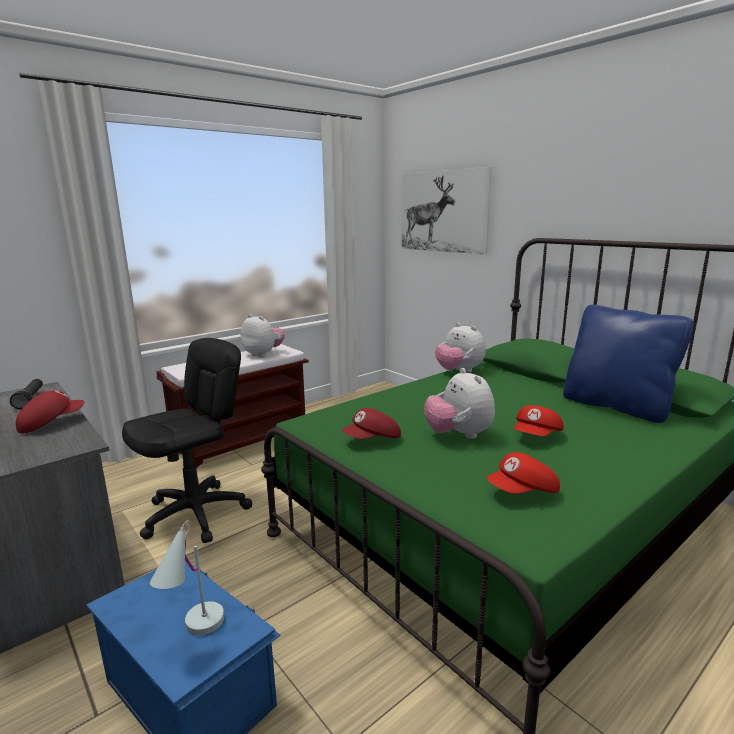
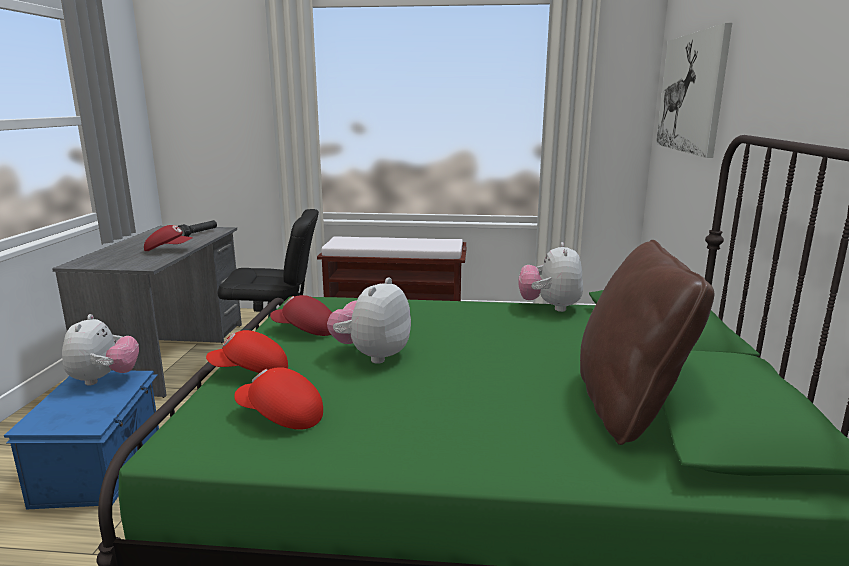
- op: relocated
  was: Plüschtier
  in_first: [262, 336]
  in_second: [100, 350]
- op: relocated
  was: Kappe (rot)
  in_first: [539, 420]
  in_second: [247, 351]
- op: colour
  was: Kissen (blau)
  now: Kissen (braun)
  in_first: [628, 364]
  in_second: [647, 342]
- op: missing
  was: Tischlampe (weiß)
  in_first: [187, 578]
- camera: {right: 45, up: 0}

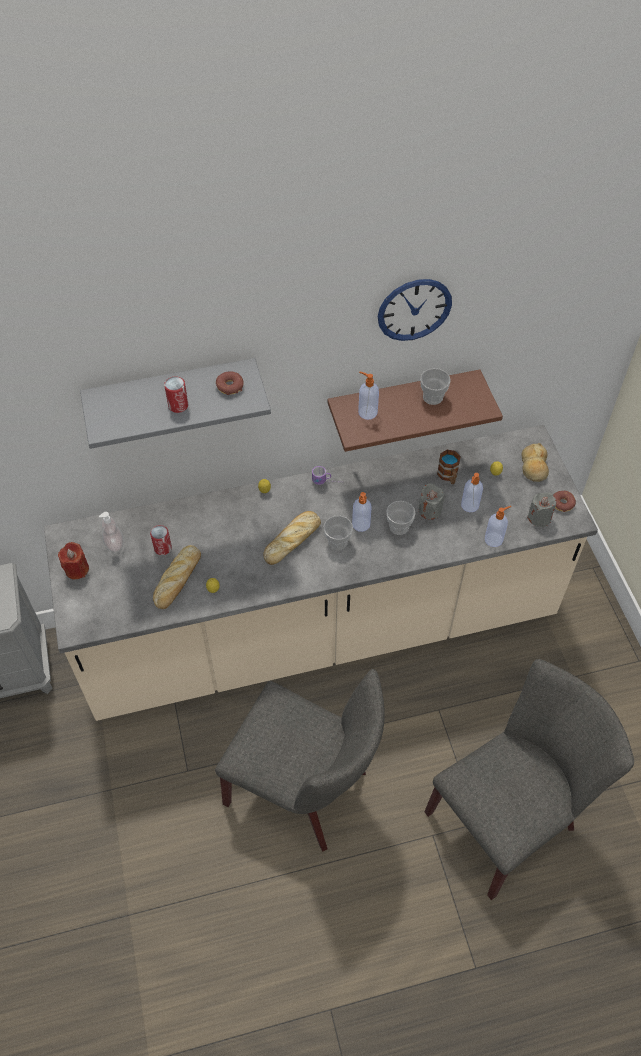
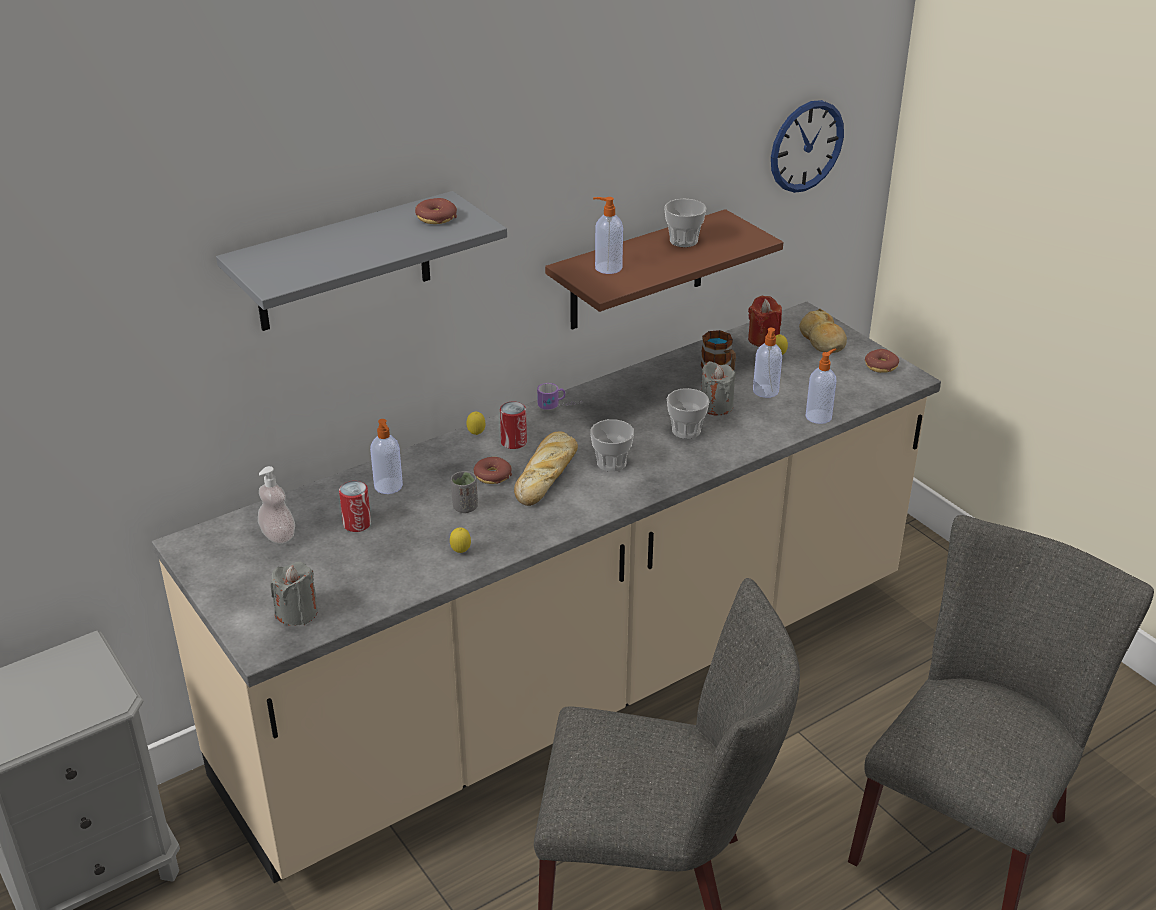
- op: relocated
  was: Kerze (grau)
  in_first: [541, 510]
  in_second: [294, 594]
- op: relocated
  was: Seifenspender
  in_first: [362, 512]
  in_second: [386, 456]
- op: appeared
  now: Tasse (grau)
  in_second: [464, 492]
- op: appeared
  now: Donut
  in_second: [493, 470]
- op: relocated
  was: Dose
  in_first: [176, 395]
  in_second: [513, 425]
- op: relocated
  was: Kerze (rot)
  in_first: [73, 560]
  in_second: [765, 321]
- op: relocated
  was: Wanduhr
  in_first: [414, 310]
  in_second: [807, 146]
- op: missing
  was: Brot
  in_first: [177, 577]
- camera: {right: -20, up: -20}

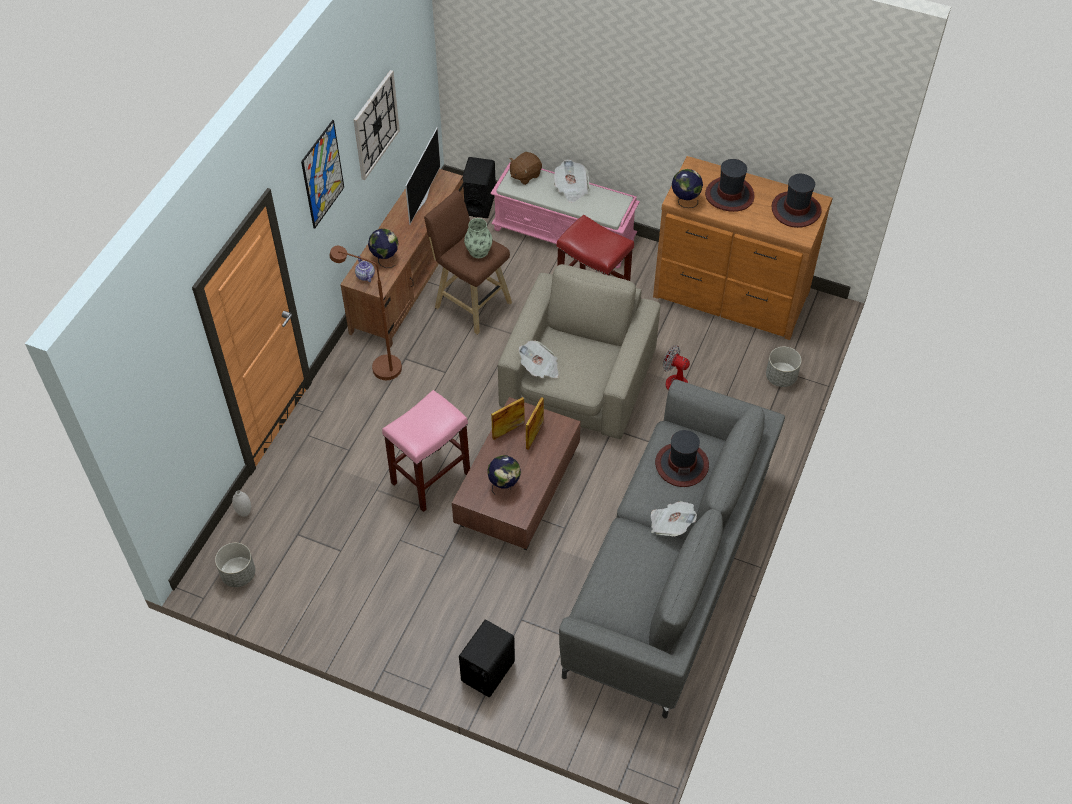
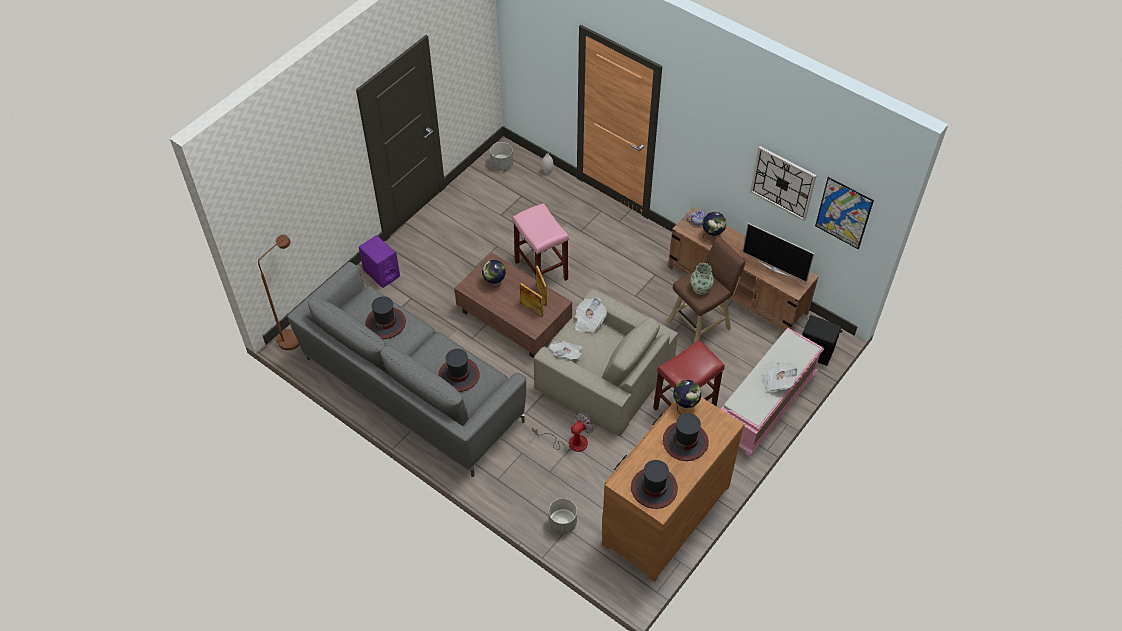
- op: relocated
  was: Stehlampe (braun)
  in_first: [366, 313]
  in_second: [278, 293]
- op: colour
  was: Lautsprecher (schwarz)
  now: Lautsprecher (lila)
  in_first: [487, 658]
  in_second: [379, 261]
- op: appeared
  now: Hut
  in_second: [386, 317]
- op: relocated
  was: Zeitung
  in_first: [674, 518]
  in_second: [566, 350]
- op: relocated
  was: Bild
  in_first: [322, 174]
  in_second: [844, 213]
- op: missing
  was: Plüschtier (braun)
  in_first: [526, 168]
- camera: {right: 105, up: 0}

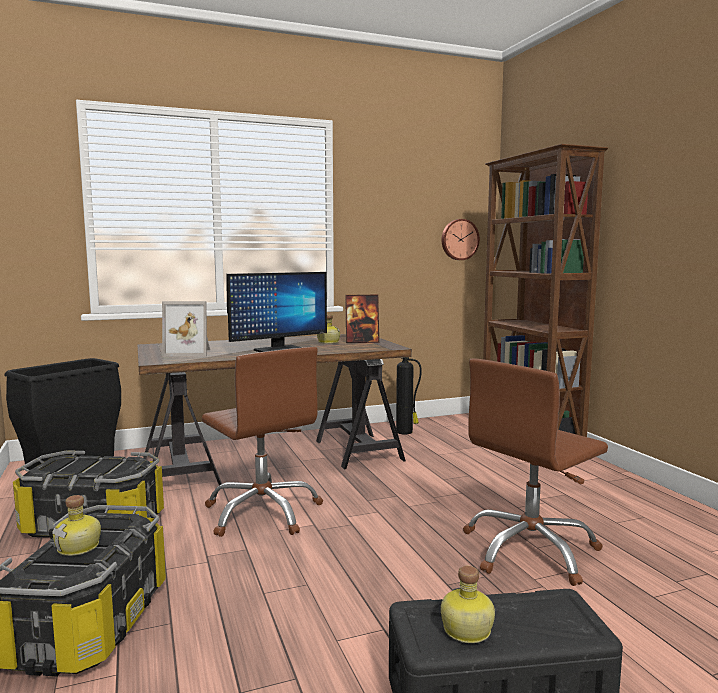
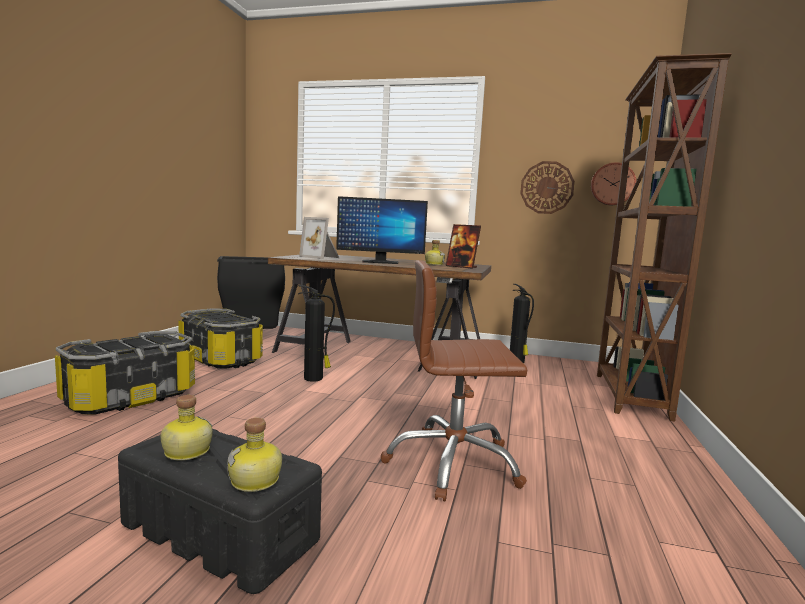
- op: relocated
  was: Flasche
  in_first: [76, 525]
  in_second: [254, 455]
- op: exchanged
  was: Bürostuhl (braun)
  now: Feuerlöscher
  in_first: [262, 442]
  in_second: [316, 333]
- op: appeared
  now: Wanduhr
  in_second: [547, 187]
- camera: {right: 35, up: 0}

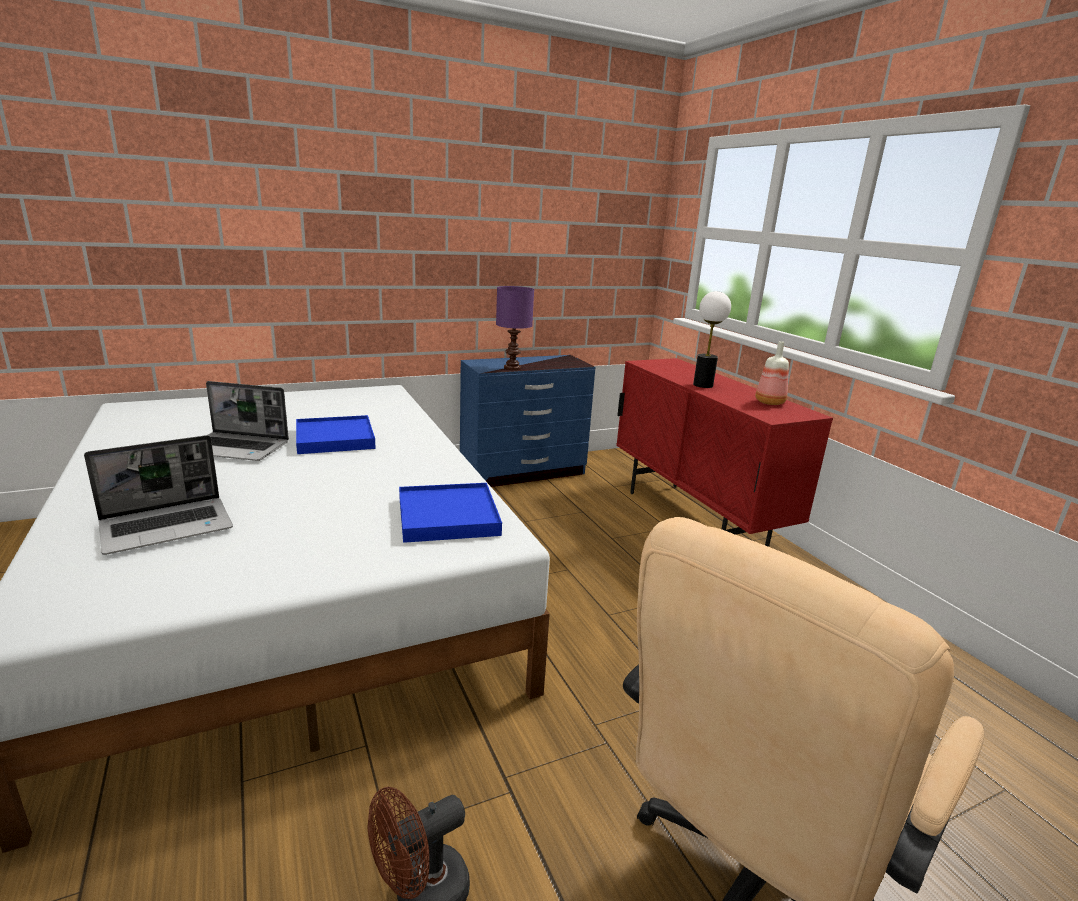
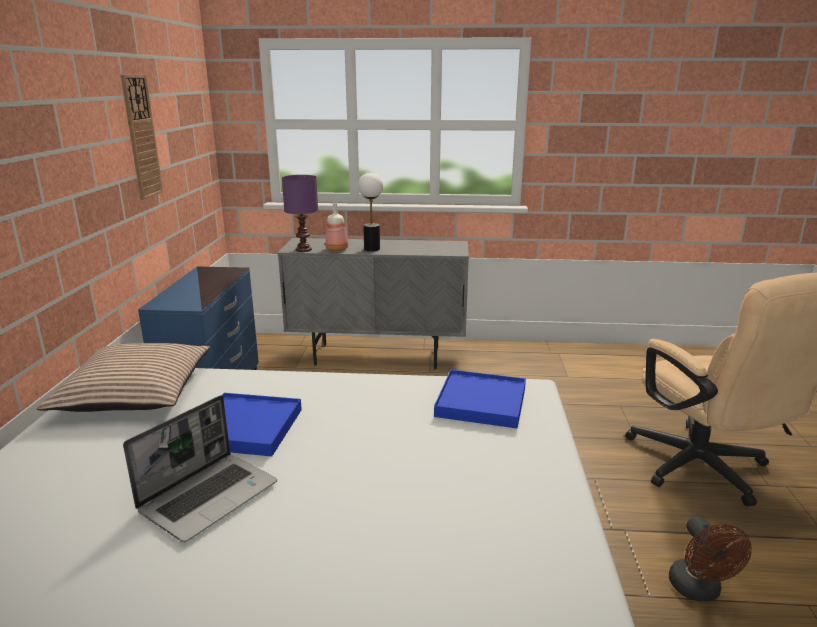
- op: appeared
  now: Kissen
  in_second: [123, 377]
- op: appeared
  now: Wanduhr
  in_second: [142, 137]
- op: colour
  was: Schrank (rot)
  now: Schrank (grau)
  in_first: [724, 452]
  in_second: [373, 303]
- op: relocated
  was: Tischlampe (lila)
  in_first: [515, 328]
  in_second: [300, 213]
- op: relocated
  was: Flasche
  in_first: [772, 373]
  in_second: [336, 227]
- op: missing
  was: Laptop
  in_first: [158, 495]
- camera: {right: -60, up: 0}

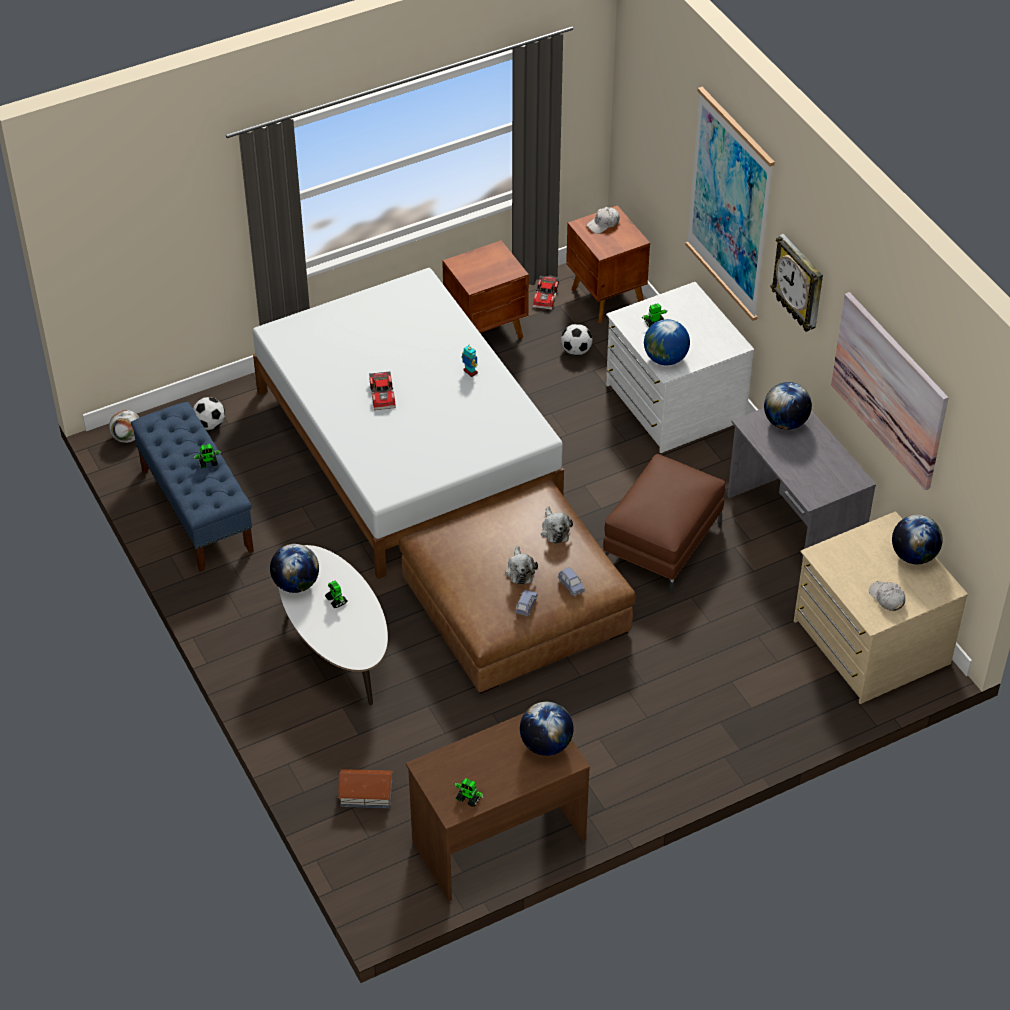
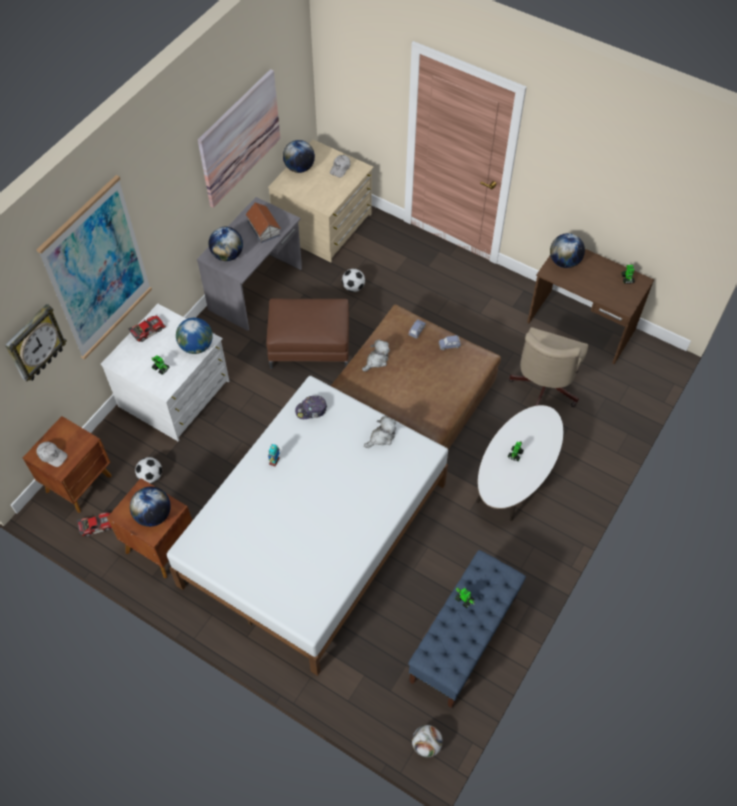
- op: relocated
  was: Wanduhr
  in_first: [796, 283]
  in_second: [36, 342]
- op: relocated
  was: Spielzeugauto
  in_first: [382, 391]
  in_second: [147, 328]
- op: relocated
  was: Globus
  in_first: [294, 568]
  in_second: [150, 507]
- op: relocated
  was: Spielzeughaus
  in_first: [365, 788]
  in_second: [263, 222]
- op: appeared
  now: Kappe
  in_second: [311, 407]
- op: relocated
  was: Fußball
  in_first: [209, 413]
  in_second: [353, 280]
- op: relocated
  was: Plüschtier
  in_first: [521, 565]
  in_second: [380, 432]
- op: appeared
  now: Bürostuhl (beige)
  in_second: [548, 367]
- camera: {right: -120, up: 10}

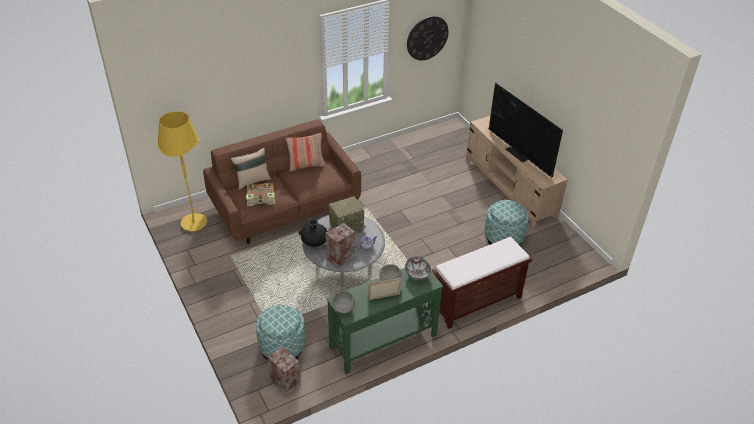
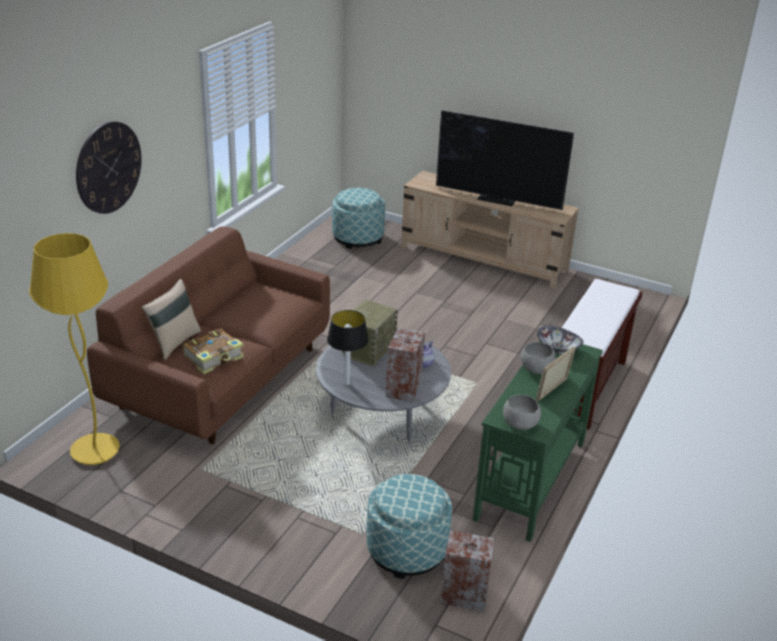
- op: relocated
  was: Wanduhr
  in_first: [428, 38]
  in_second: [109, 167]
- op: exchanged
  was: Vase (schwarz)
  now: Tischlampe
  in_first: [313, 233]
  in_second: [348, 348]
- op: relocated
  was: Polsterhocker
  in_first: [507, 222]
  in_second: [358, 218]
- op: missing
  was: Kissen
  in_first: [305, 152]
- camera: {right: -35, up: -10}

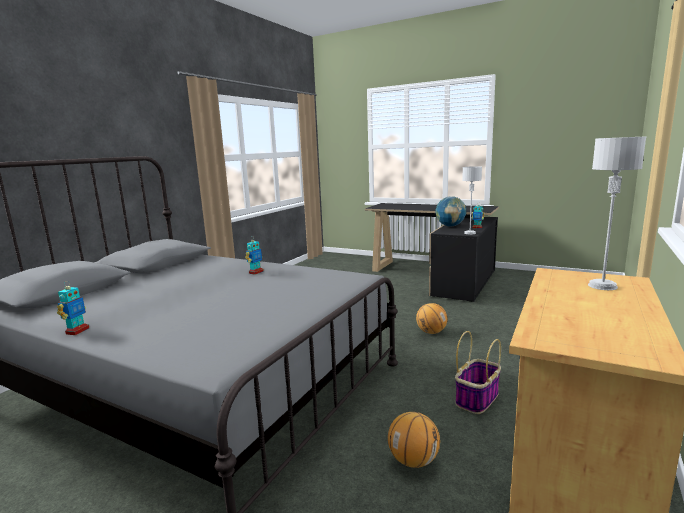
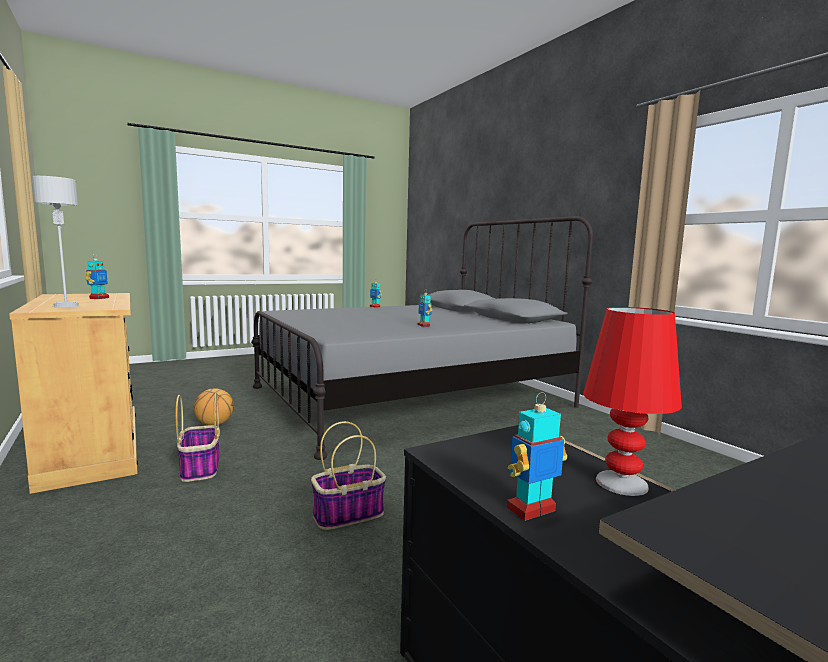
- op: appeared
  now: Spielzeugroboter
  in_second: [97, 276]
- op: exchanged
  was: Basketball
  now: Korb
  in_first: [431, 318]
  in_second: [348, 475]
- op: exchanged
  was: Globus
  now: Tischlampe (rot)
  in_first: [451, 211]
  in_second: [632, 401]
- op: missing
  was: Tischlampe (grau)
  in_first: [472, 200]
- camera: {right: 120, up: -5}

